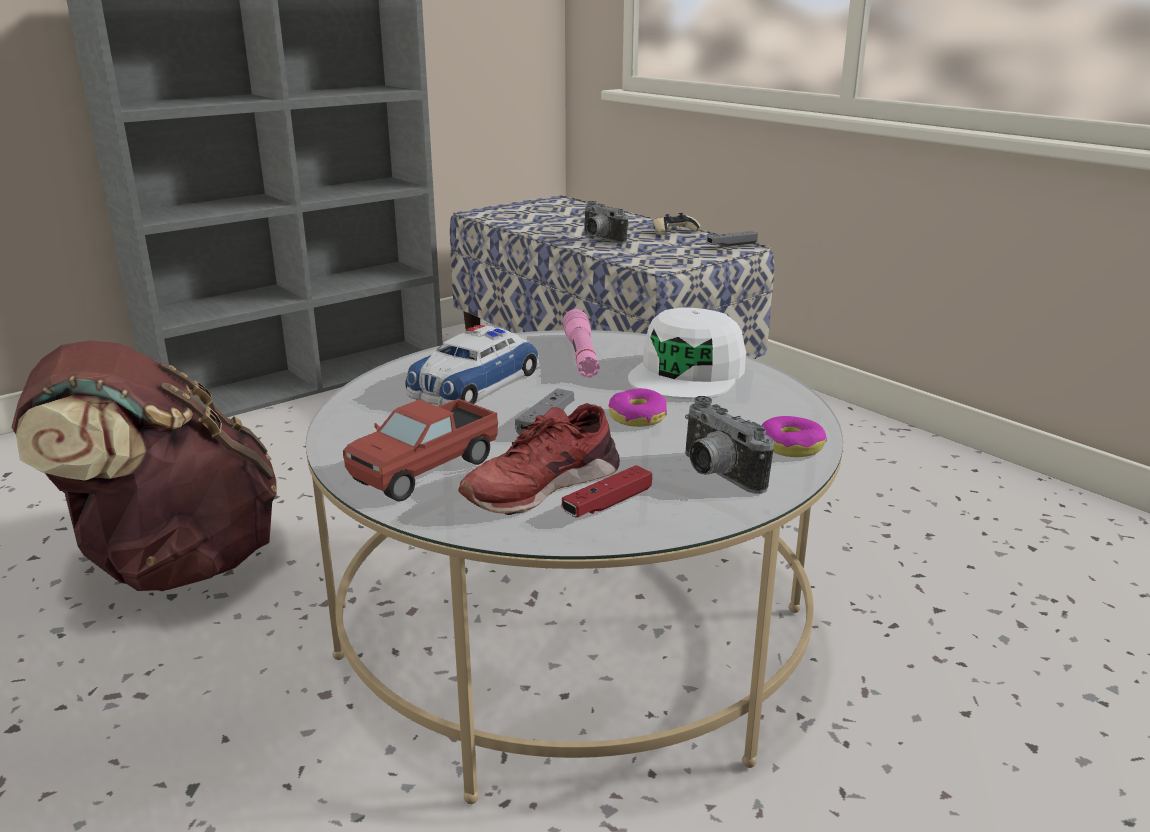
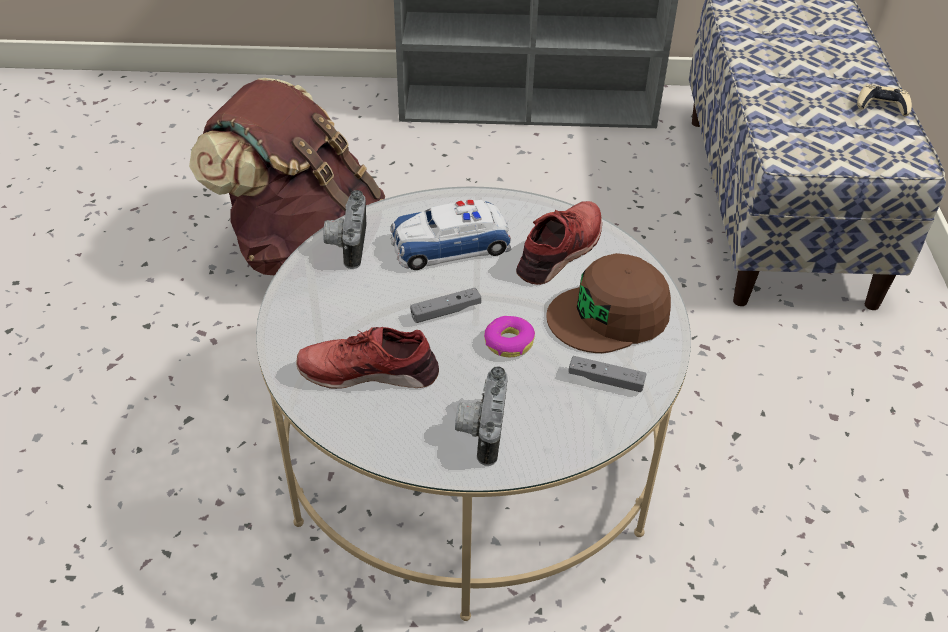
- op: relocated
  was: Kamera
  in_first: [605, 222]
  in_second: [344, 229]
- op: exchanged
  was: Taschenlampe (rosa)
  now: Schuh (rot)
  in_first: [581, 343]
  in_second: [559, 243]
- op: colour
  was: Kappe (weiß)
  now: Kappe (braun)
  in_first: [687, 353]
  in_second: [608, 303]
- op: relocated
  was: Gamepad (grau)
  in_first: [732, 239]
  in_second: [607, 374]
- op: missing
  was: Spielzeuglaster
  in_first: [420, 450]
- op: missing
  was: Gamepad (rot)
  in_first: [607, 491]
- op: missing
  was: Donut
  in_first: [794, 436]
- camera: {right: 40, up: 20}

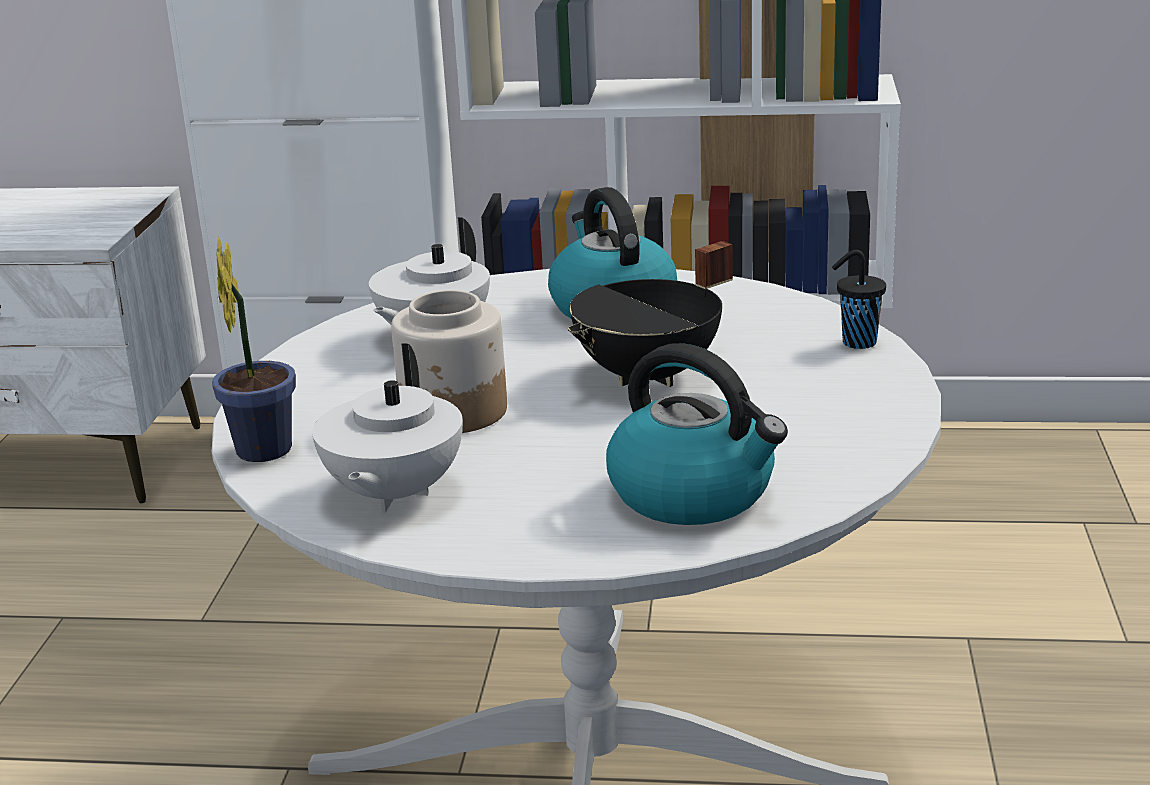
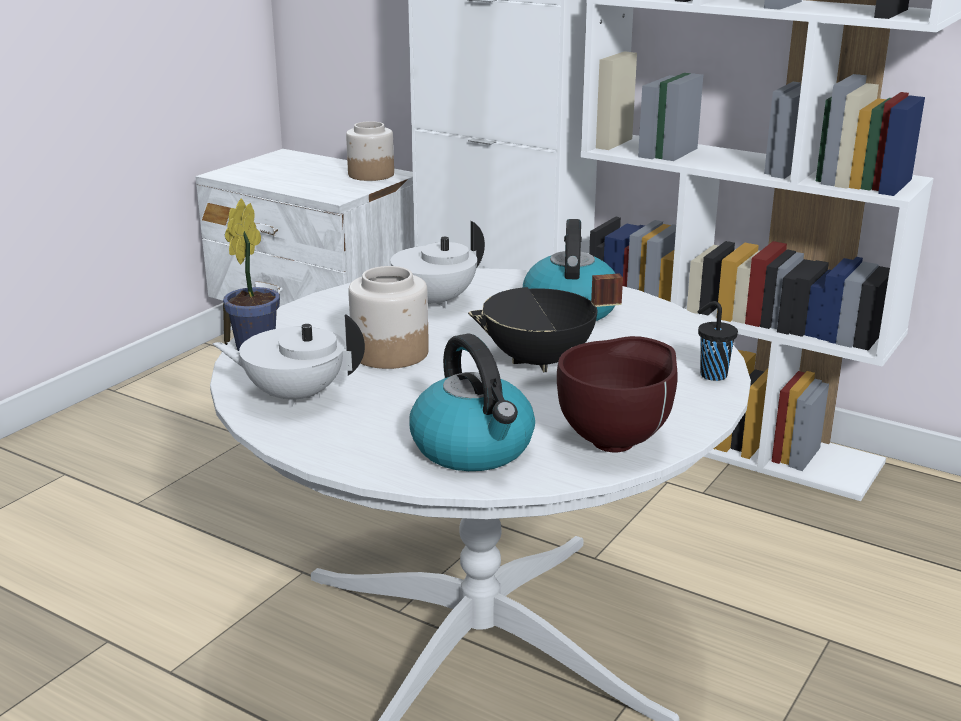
- op: spun
  was: Teekanne (weiß)
  in_first: [387, 428]
  in_second: [289, 361]
  clockwise: 60
- op: appeared
  now: Vorratsglas
  in_second: [370, 151]
- op: appeared
  now: Schüssel (braun)
  in_second: [617, 394]
- camera: {right: 25, up: 0}

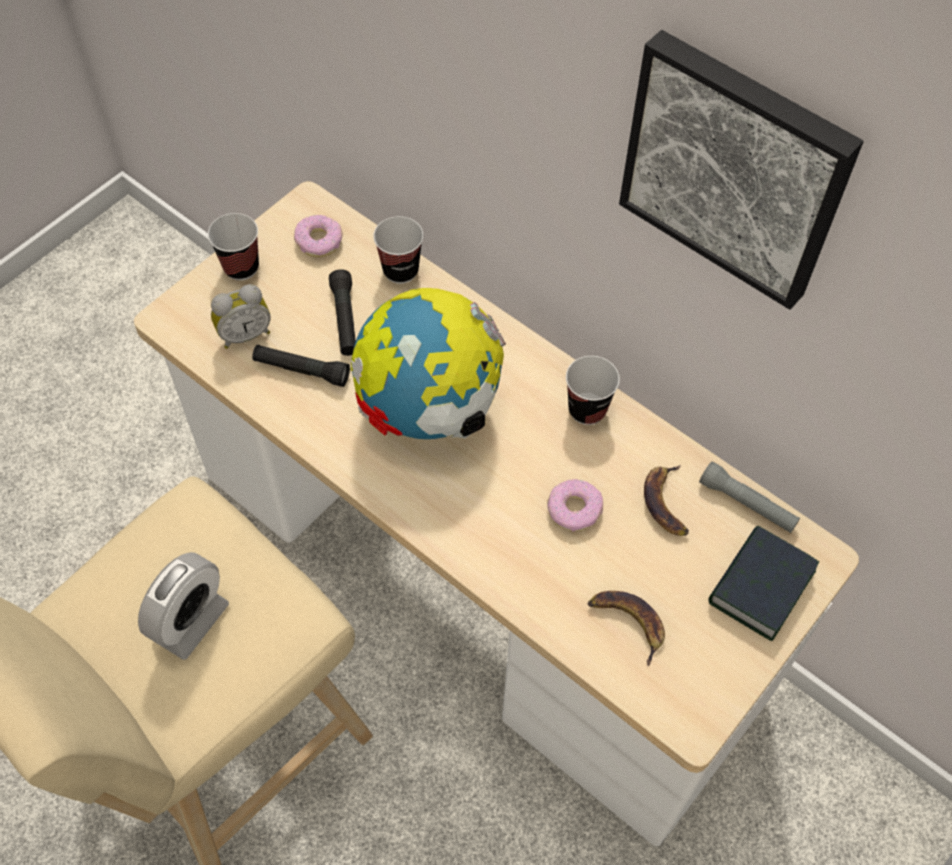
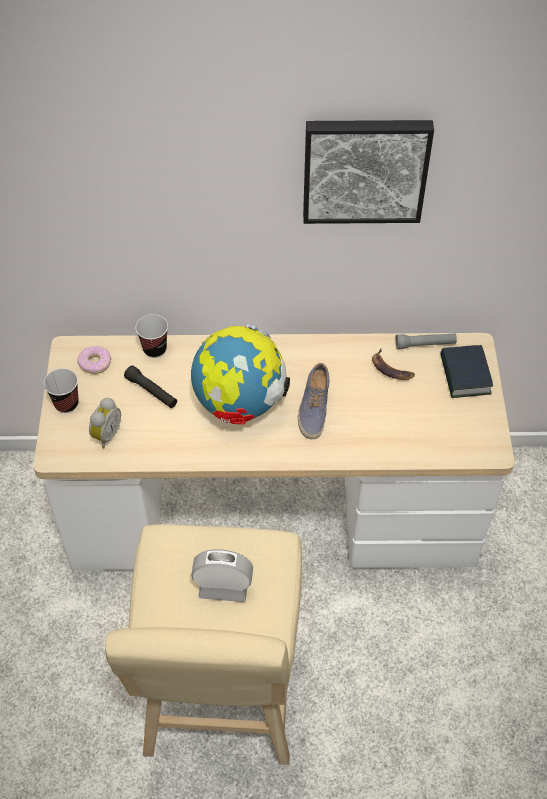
- op: spun
  was: Wecker
  in_first: [183, 606]
  in_second: [222, 575]
  clockwise: -75
- op: appeared
  now: Schuh
  in_second: [313, 401]
- op: missing
  was: Taschenlampe (schwarz)
  in_first: [301, 366]
- op: missing
  was: Donut
  in_first: [575, 505]
- op: missing
  was: Tasse
  in_first: [593, 390]
- op: missing
  was: Banane
  in_first: [626, 629]
- camera: {right: -40, up: -5}

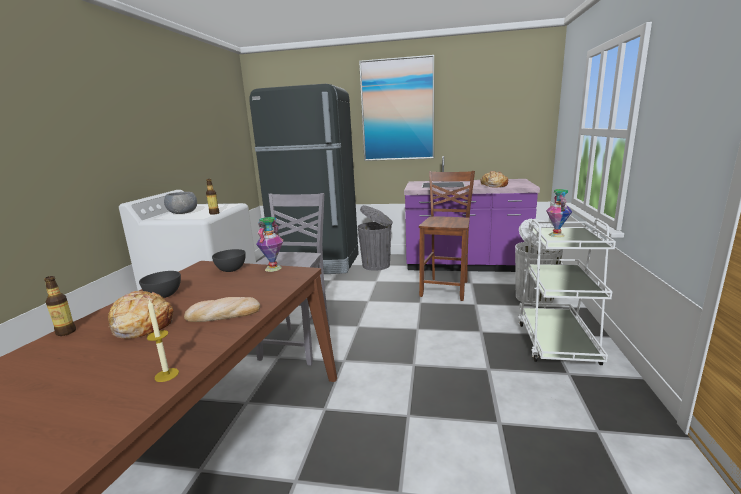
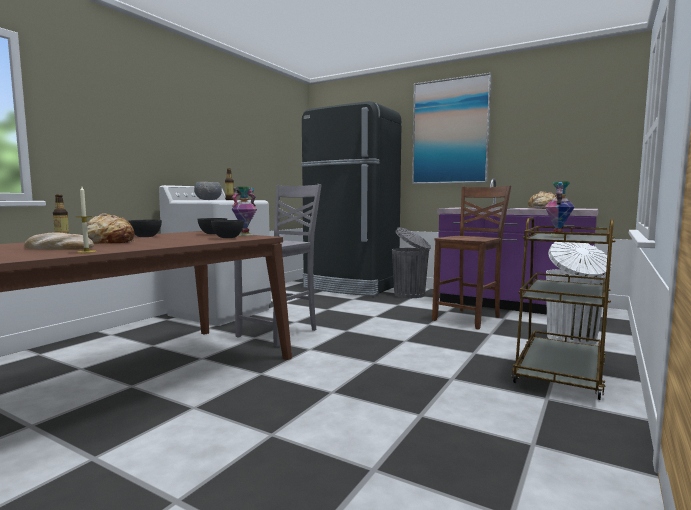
- op: relocated
  was: Brot
  in_first: [222, 309]
  in_second: [59, 241]
- op: appeared
  now: Schüssel (grau)
  in_second: [227, 229]
- op: colour
  was: Rollwagen (weiß)
  now: Rollwagen (braun)
  in_first: [567, 292]
  in_second: [563, 308]
- camera: {right: 20, up: -10}

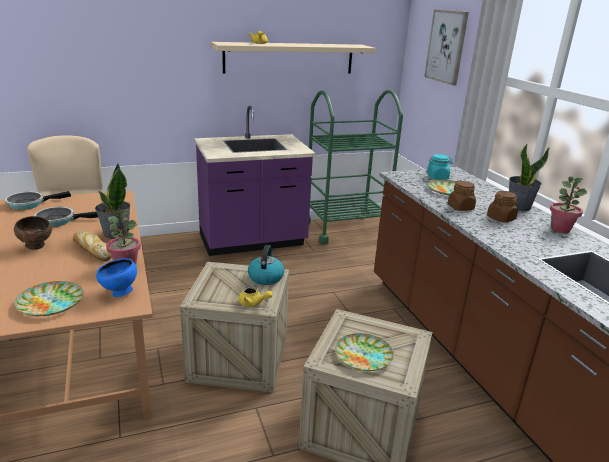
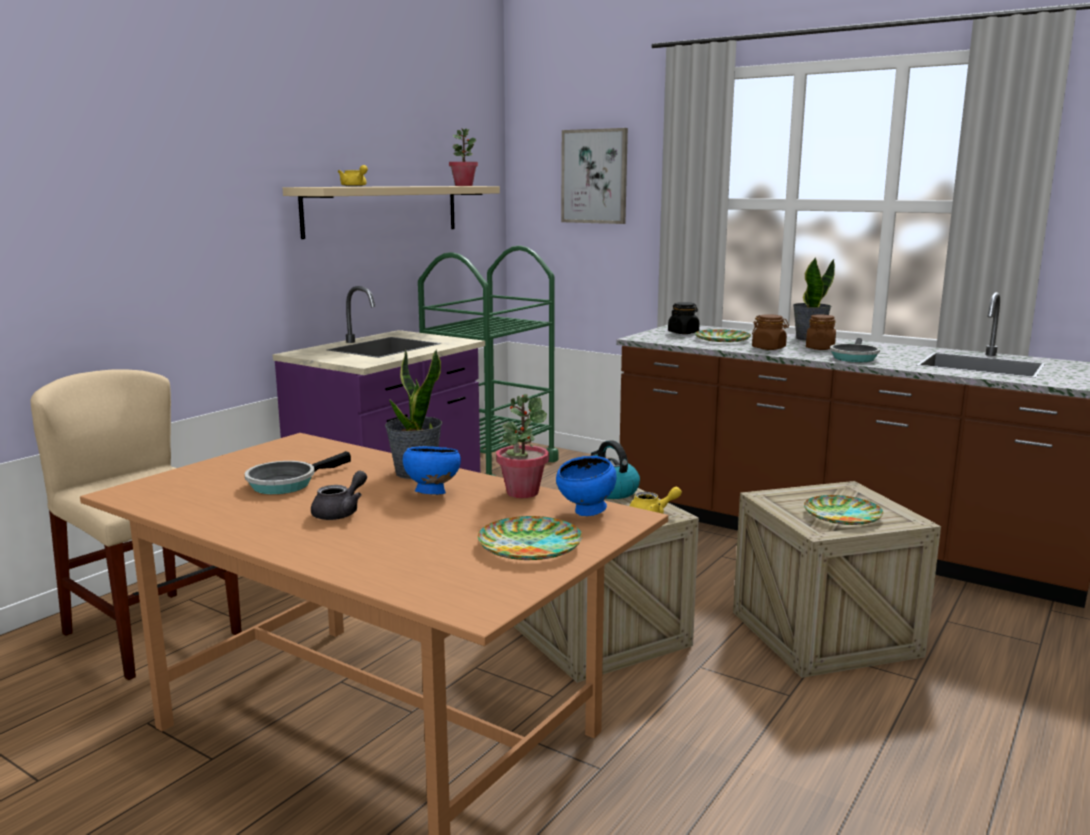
- op: exchanged
  was: Schüssel (braun)
  now: Teekanne (grau)
  in_first: [33, 233]
  in_second: [339, 495]
- op: exchanged
  was: Brot
  now: Schüssel (blau)
  in_first: [92, 246]
  in_second: [432, 470]
- op: relocated
  was: Topfpflanze
  in_first: [568, 205]
  in_second: [463, 157]
- op: colour
  was: Vorratsglas (türkis)
  now: Vorratsglas (schwarz)
  in_first: [440, 167]
  in_second: [684, 318]
- op: relocated
  was: Pfanne
  in_first: [38, 200]
  in_second: [855, 350]
- camera: {right: -35, up: -10}

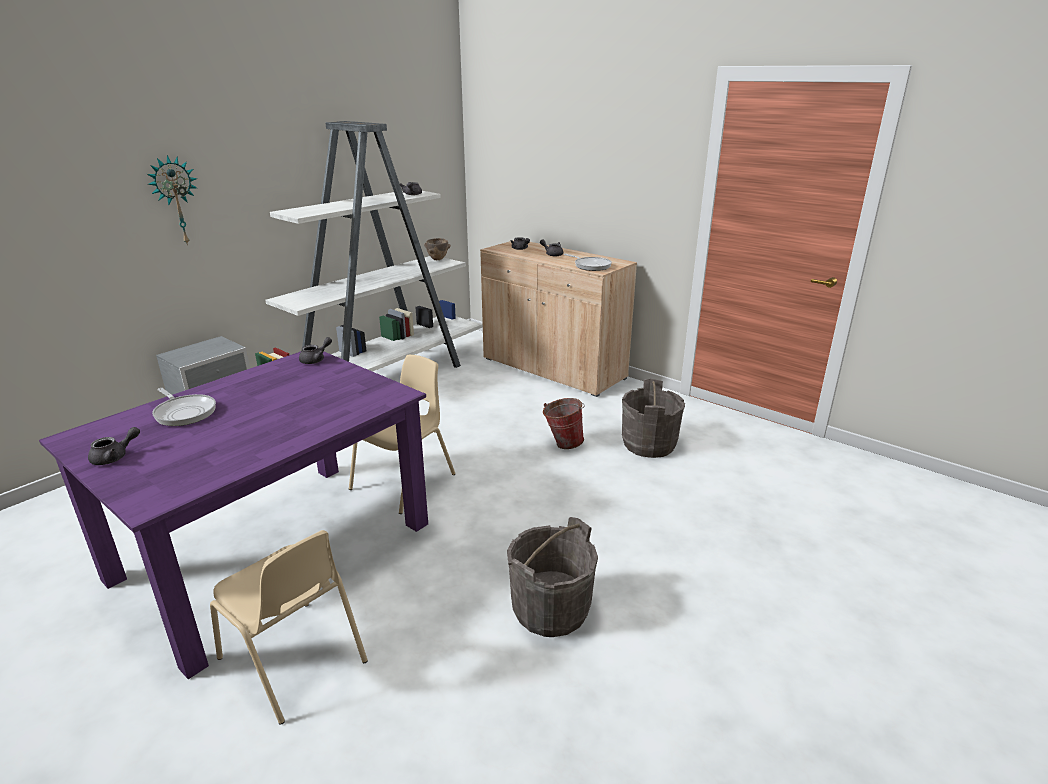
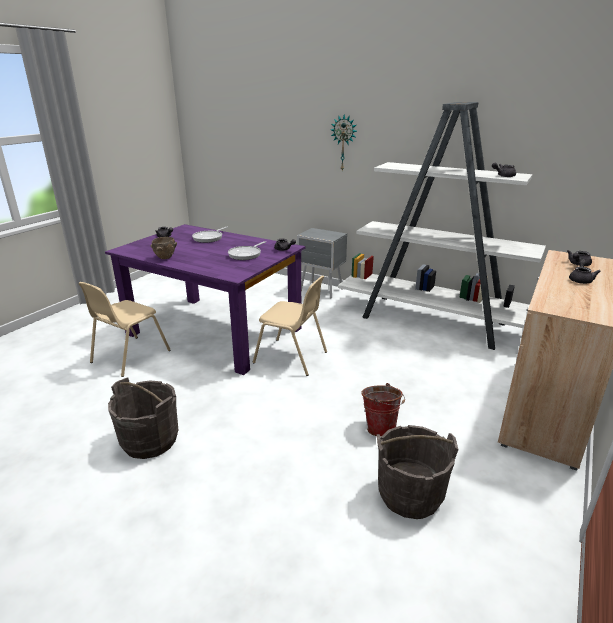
- op: relocated
  was: Schüssel (braun)
  in_first: [437, 249]
  in_second: [163, 248]
- op: relocated
  was: Pfanne
  in_first: [588, 262]
  in_second: [247, 250]
- camera: {right: 80, up: 0}

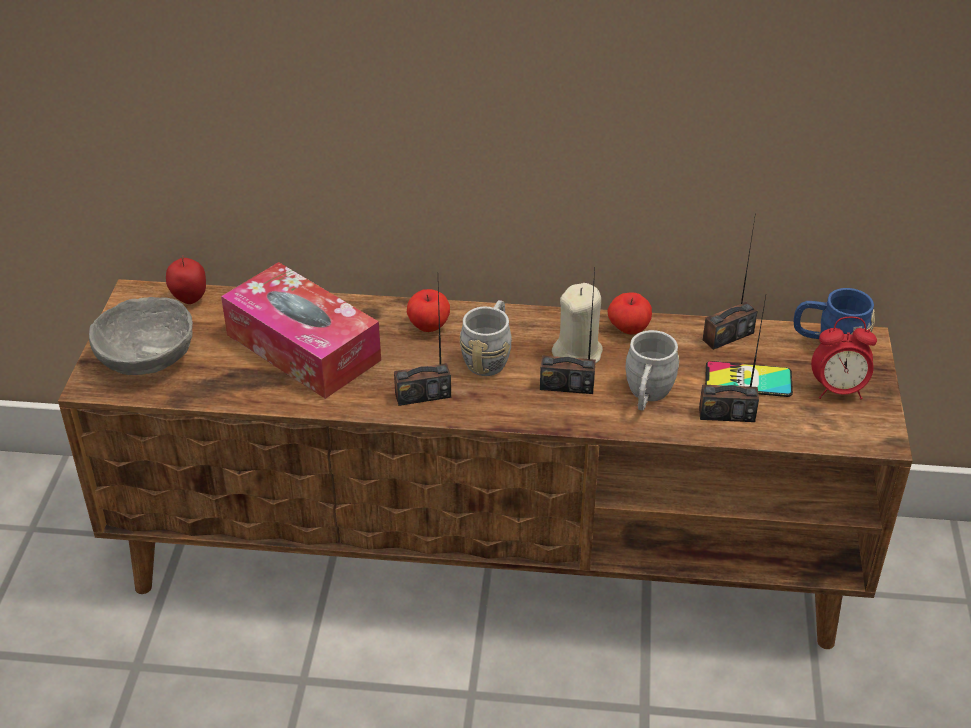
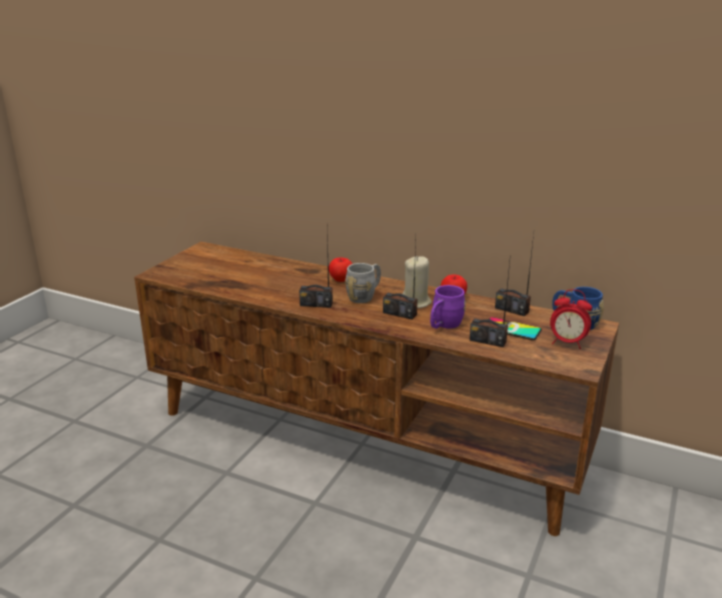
- op: colour
  was: Henkelbecher (grau)
  now: Henkelbecher (lila)
  in_first: [652, 370]
  in_second: [448, 307]
- op: spun
  was: Radio
  in_first: [730, 281]
  in_second: [514, 275]
  clockwise: 45
- op: missing
  was: Schüssel (grau)
  in_first: [141, 336]
- op: missing
  was: Apfel
  in_first: [186, 279]
- op: missing
  was: Taschentuchbox
  in_first: [301, 330]
- camera: {right: 20, up: -15}

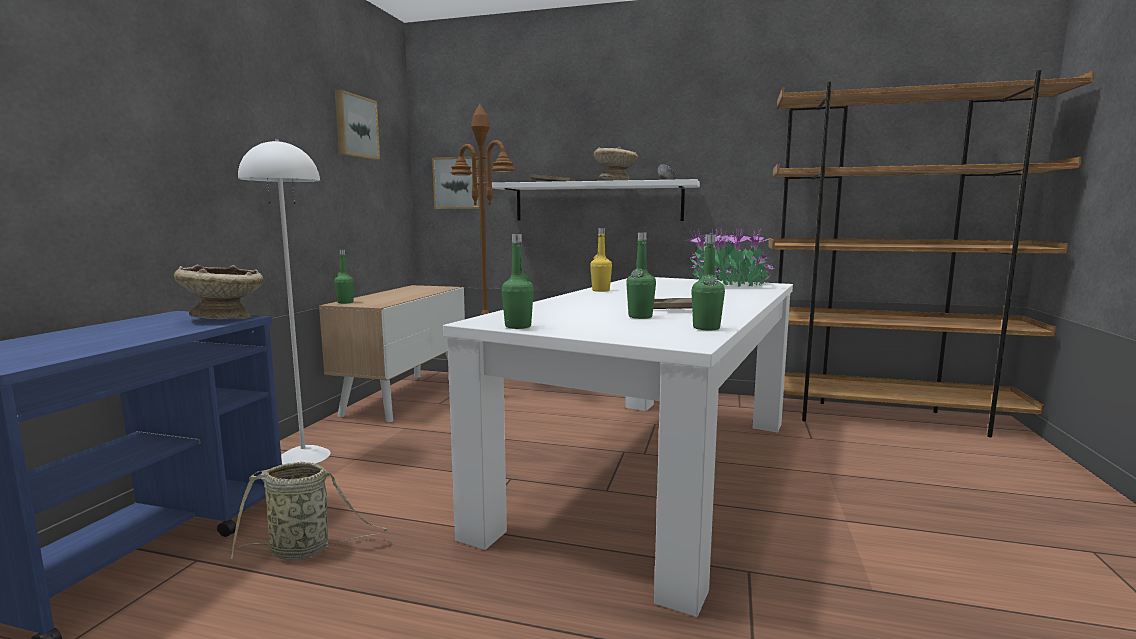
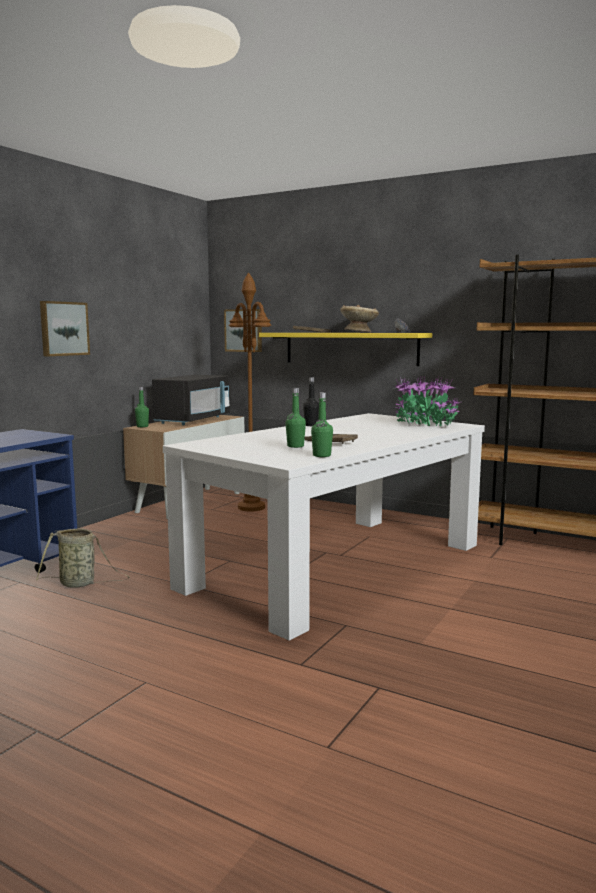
- op: relocated
  was: Bild
  in_first: [357, 124]
  in_second: [65, 328]
- op: appeared
  now: Mikrowelle (schwarz)
  in_second: [191, 400]
- op: colour
  was: Wandregal (weiß)
  now: Wandregal (gelb)
  in_first: [596, 200]
  in_second: [345, 349]
- op: colour
  was: Flasche (gelb)
  now: Flasche (schwarz)
  in_first: [601, 260]
  in_second: [311, 401]
- op: missing
  was: Schüssel (beige)
  in_first: [219, 292]
- op: missing
  was: Stehlampe (weiß)
  in_first: [284, 301]
- op: missing
  was: Flasche (grün)
  in_first: [517, 281]
- camera: {right: 15, up: 0}

